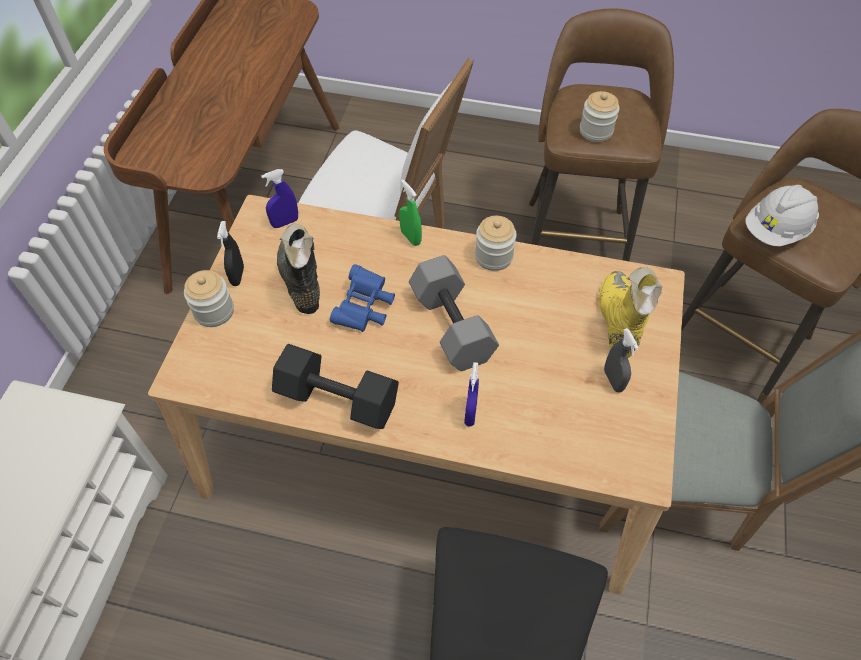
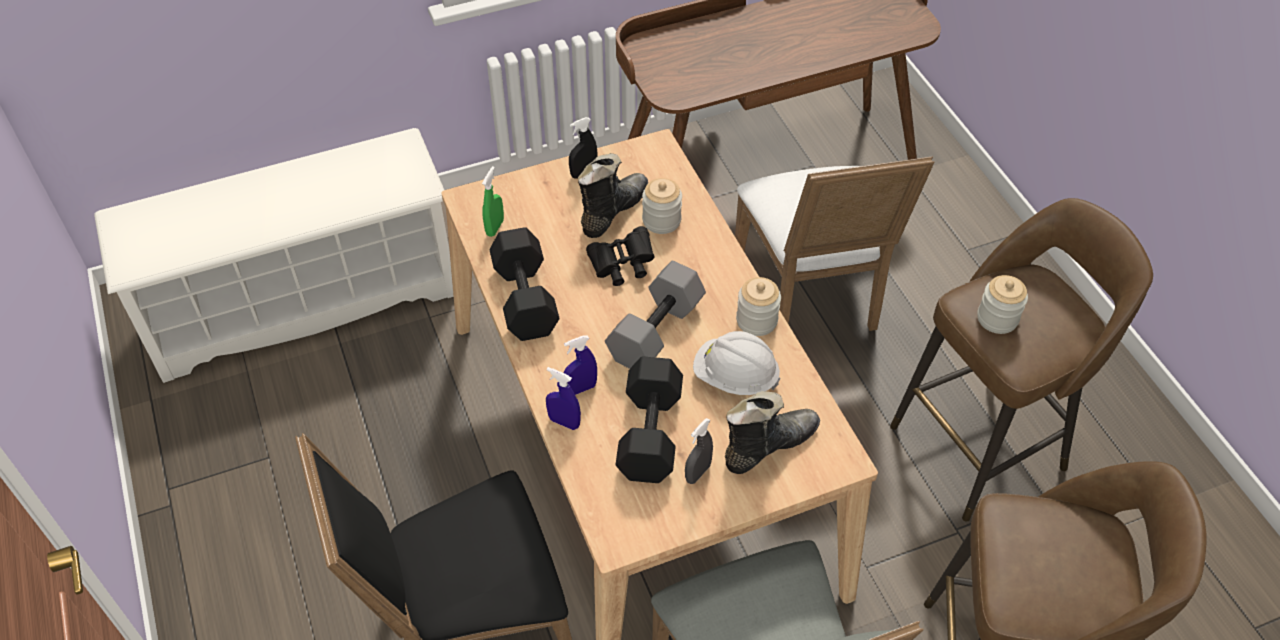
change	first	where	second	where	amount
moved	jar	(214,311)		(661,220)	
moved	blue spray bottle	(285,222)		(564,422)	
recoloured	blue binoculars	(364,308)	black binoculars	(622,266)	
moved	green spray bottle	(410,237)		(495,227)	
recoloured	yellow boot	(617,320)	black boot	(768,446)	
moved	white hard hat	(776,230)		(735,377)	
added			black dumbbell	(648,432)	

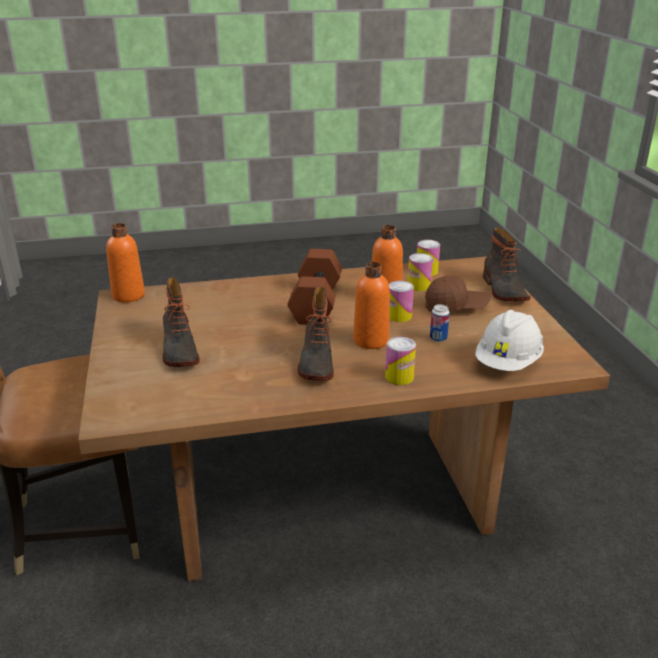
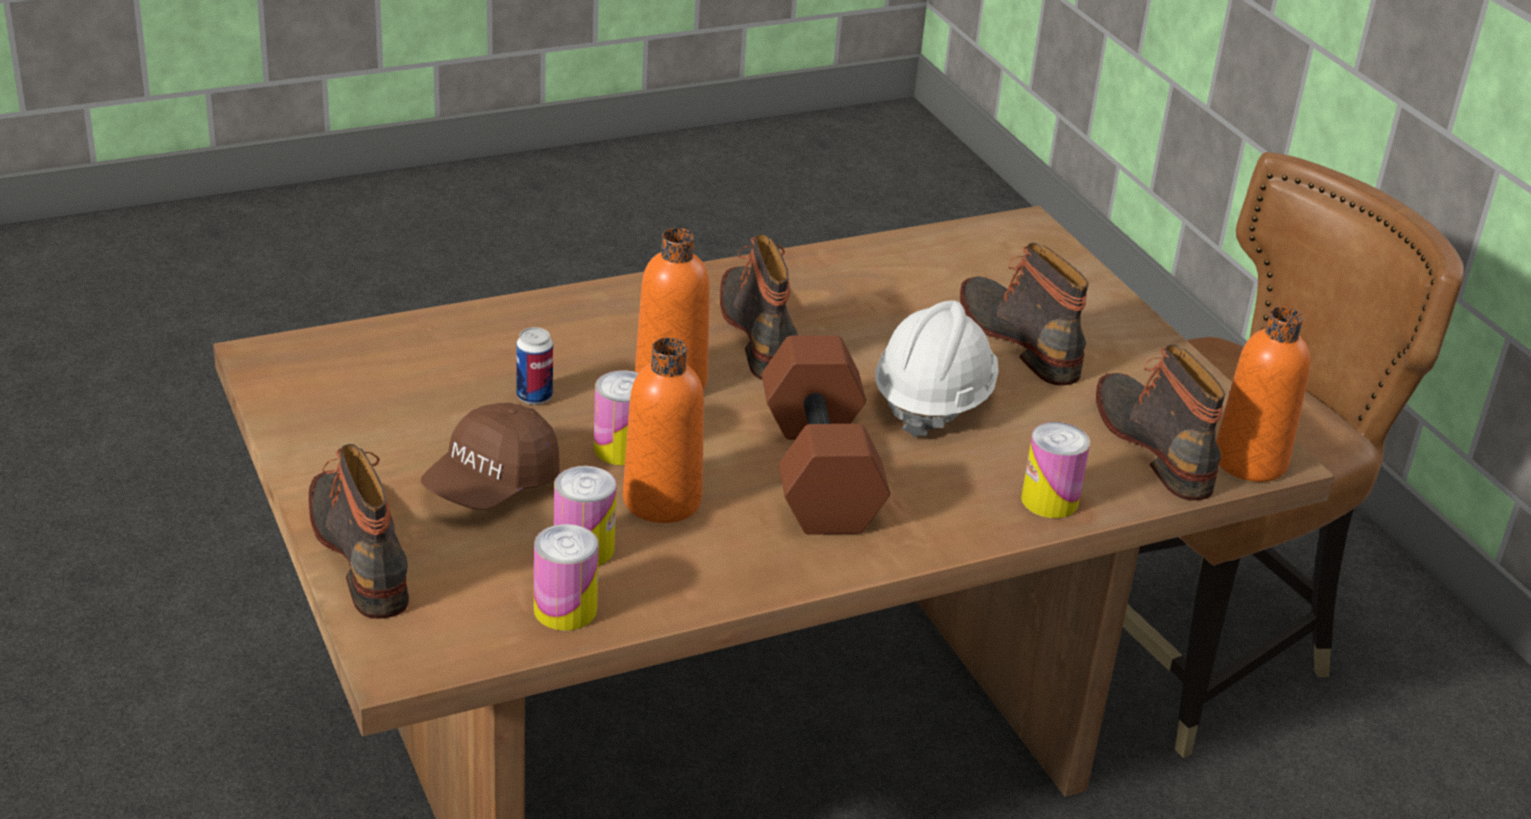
change	first	where	second	where	amount
moved	can	(399,377)		(1049,500)	
turned	brown cap	(456,307)		(491,484)	45 degrees counterclockwise
moved	white hard hat	(508,363)		(932,400)	
added			boot	(1156,445)	

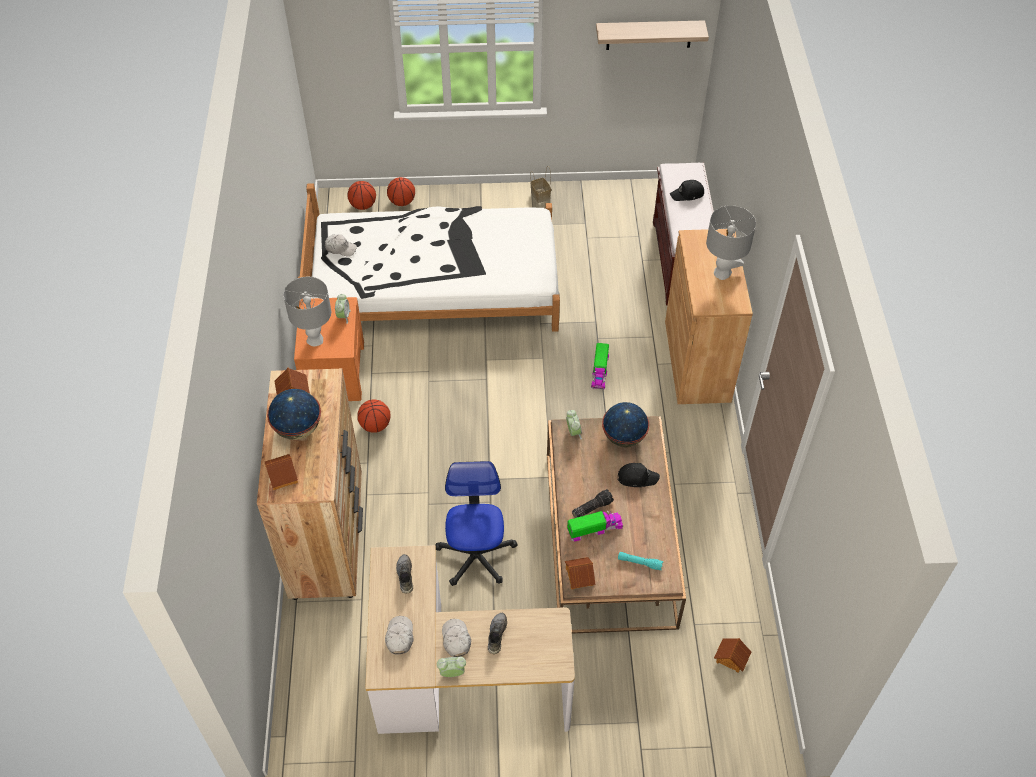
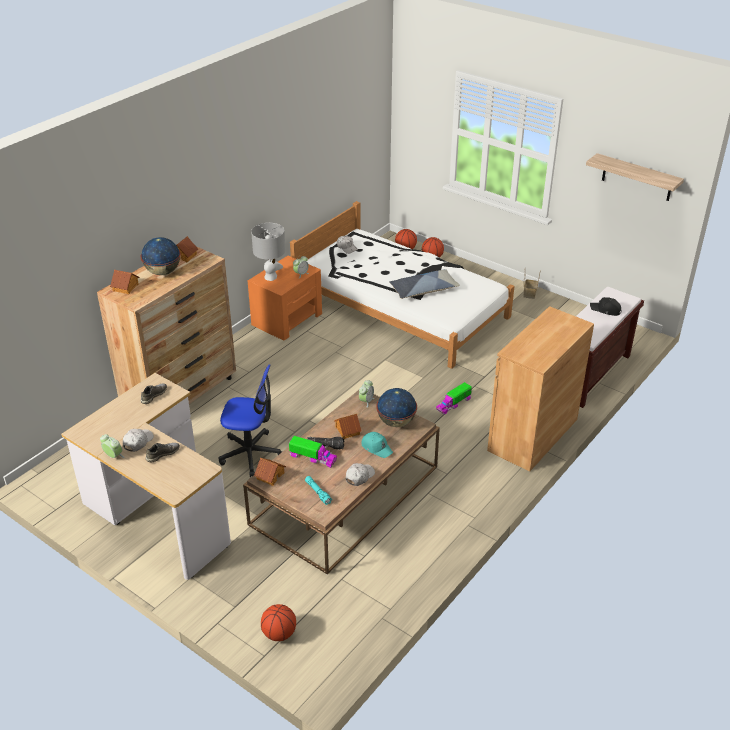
change	first	where	second	where	amount
moved	basketball	(375,425)		(279,634)	
moved	white cap	(399,637)		(359,476)	
turned	office chair	(476,555)		(251,453)	60 degrees clockwise
recoloured	black cap	(637,477)	turquoise cap	(377,447)	
removed	grey table lamp	(722,273)			
moved	toy house	(731,658)		(347,430)	
added			pillow	(423,290)	

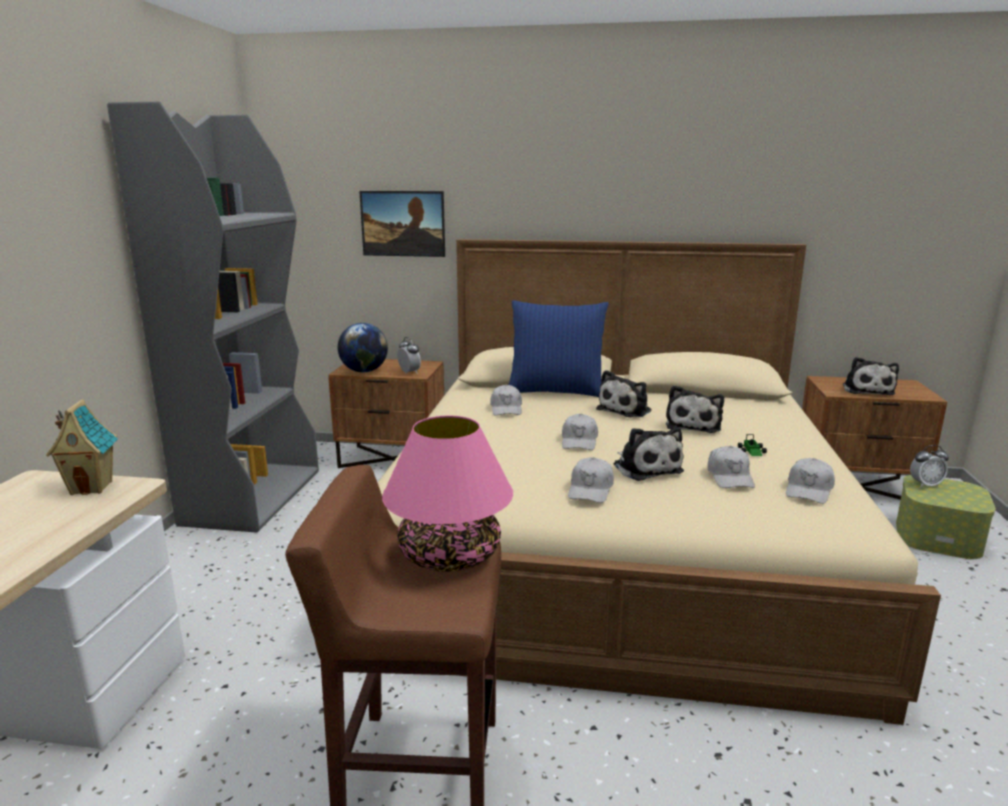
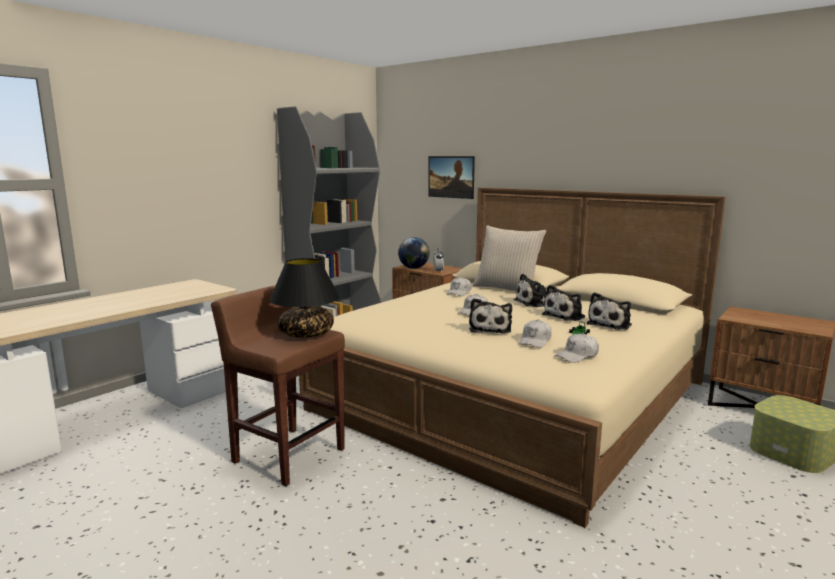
change	first	where	second	where	amount
removed	toy house	(92,487)			
recoloured	pink table lamp	(449,555)	black table lamp	(306,333)	
recoloured	blue pillow	(556,391)	beige pillow	(507,289)	
removed	white cap	(590,489)			
moved	plush toy	(867,390)		(610,324)	
removed	alarm clock	(925,485)			

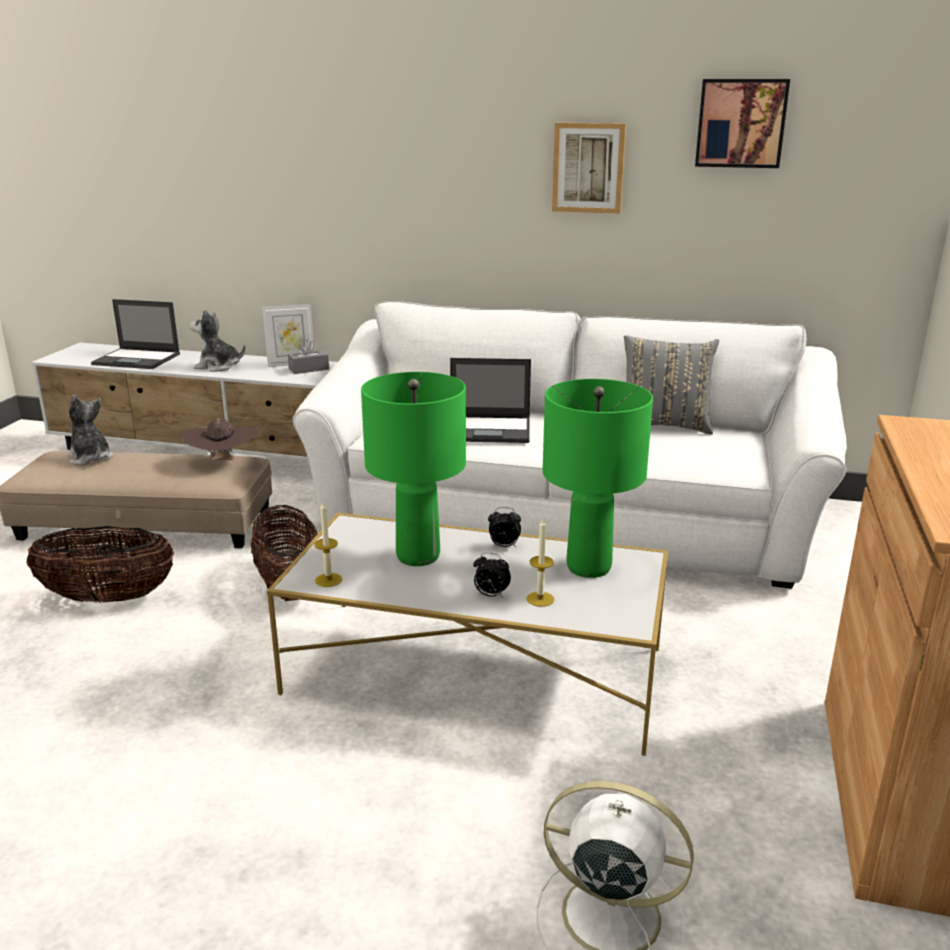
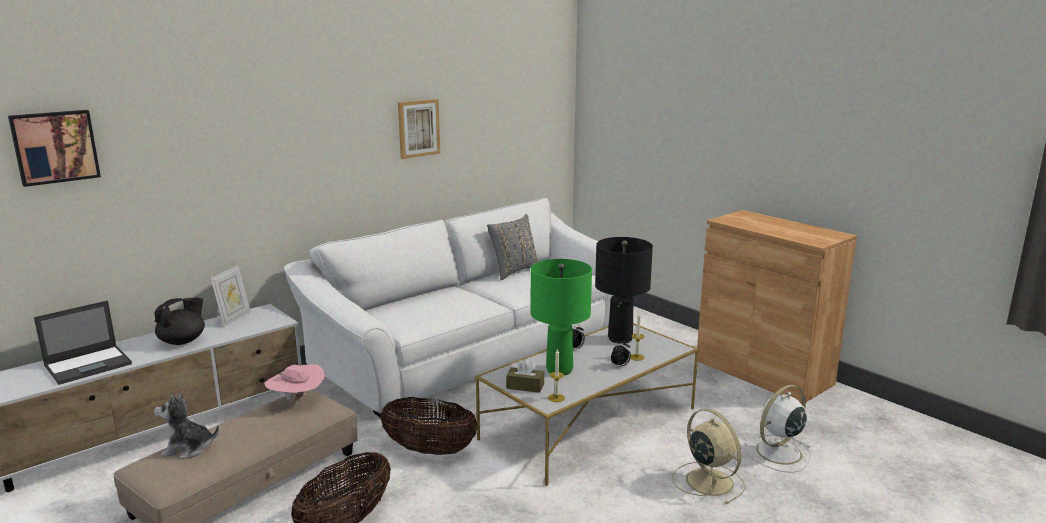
change	first	where	second	where	amount
recoloured	brown hat	(223,462)	pink hat	(297,400)	
replaced	plush toy	(218,366)	black teapot	(183,341)	
removed	grey tissue box	(309,369)			
removed	laptop	(490,430)			
recoloured	green table lamp	(588,567)	black table lamp	(620,339)	
moved	picture	(741,123)		(55,147)	
added			brown tissue box	(525,386)	
added			beige fan	(707,481)	

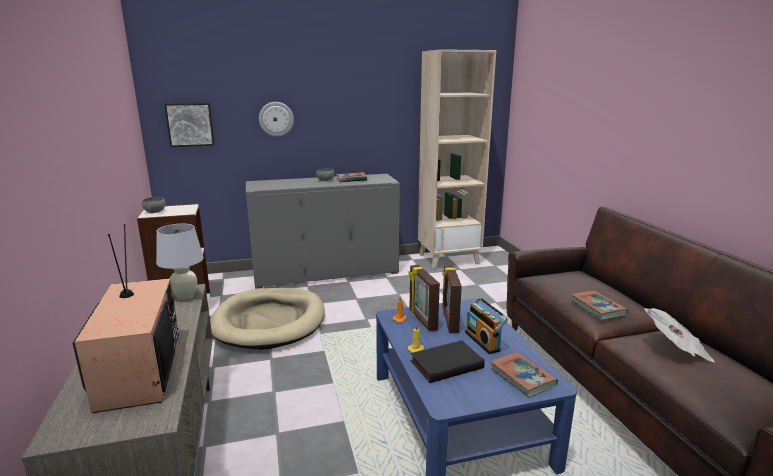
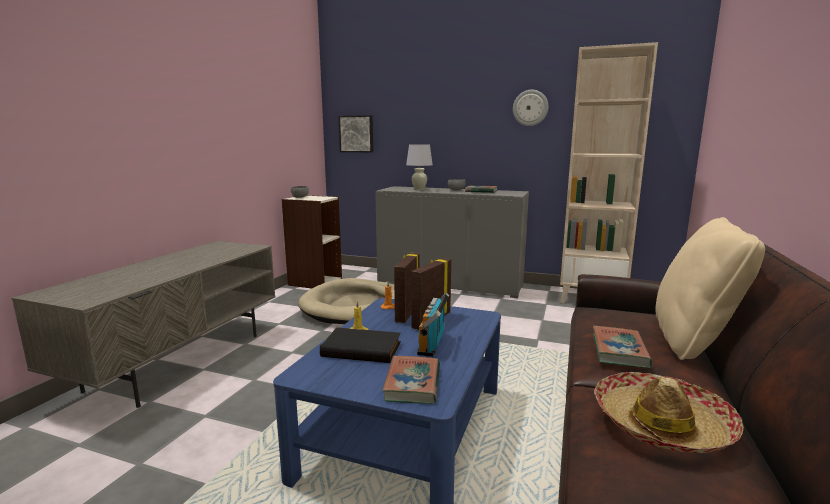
change	first	where	second	where	amount
removed	television	(138,369)			
moved	white table lamp	(185,296)		(419,189)	
moved	wall clock	(276,119)		(530,108)	
replaced	newspaper	(676,349)	hat	(660,424)	
added			beige pillow	(693,340)	

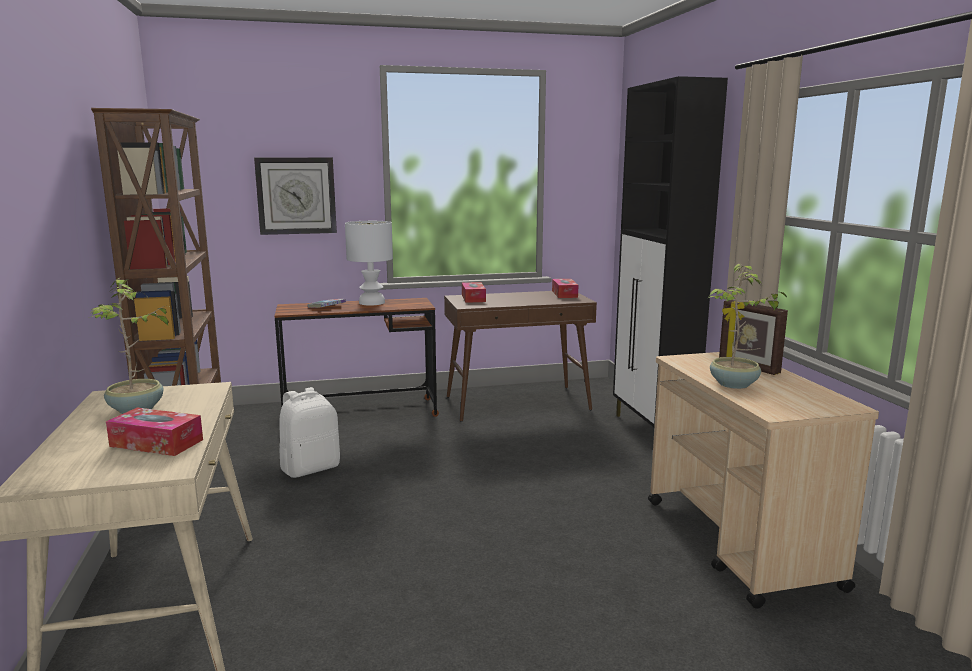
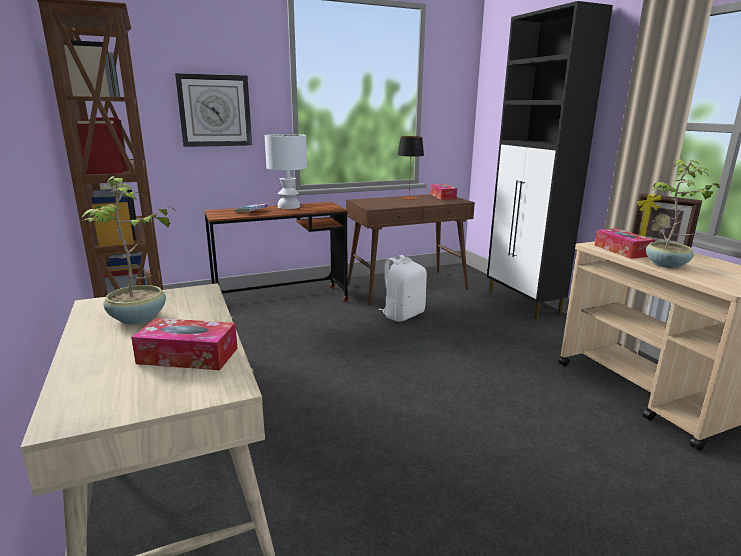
change	first	where	second	where	amount
moved	white backpack	(311,468)		(403,315)	
moved	tissue box	(473,298)		(622,250)	
added			table lamp	(409,198)	

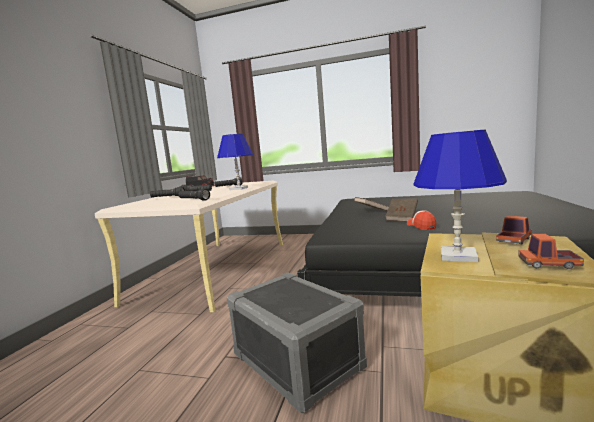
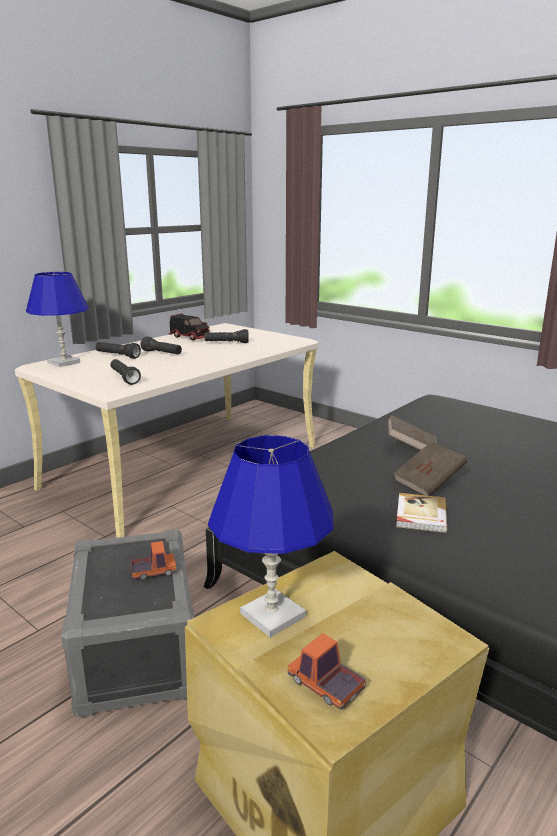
change	first	where	second	where	amount
moved	blue table lamp	(239,188)		(64,362)	
replaced	cap	(421,226)	book	(420,515)	
moved	toy truck	(513,240)		(153,571)	

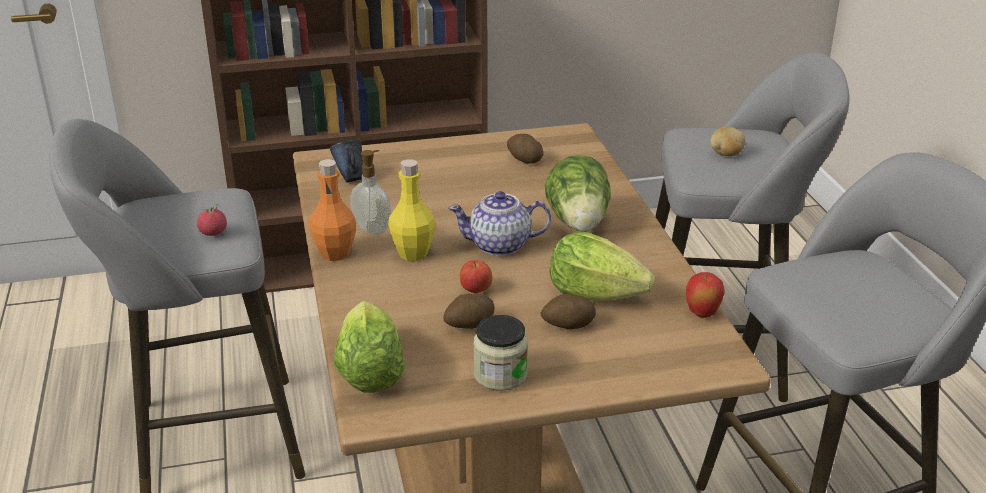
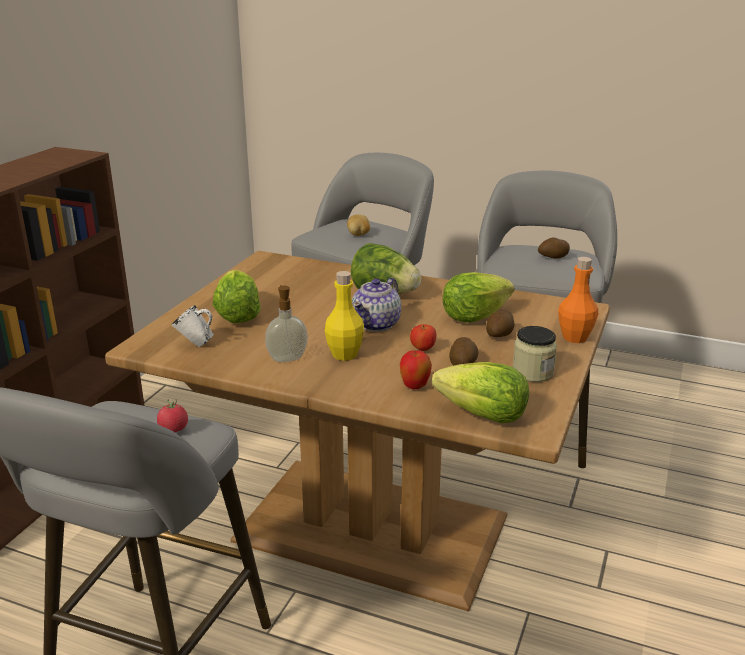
change	first	where	second	where	amount
moved	orange bottle	(335,253)		(575,337)	
recoloured	blue mug	(350,178)	white mug	(195,344)	
moved	potato	(524,159)		(552,257)	
moved	apple	(702,314)		(414,387)	
added			lettuce	(237,316)	

